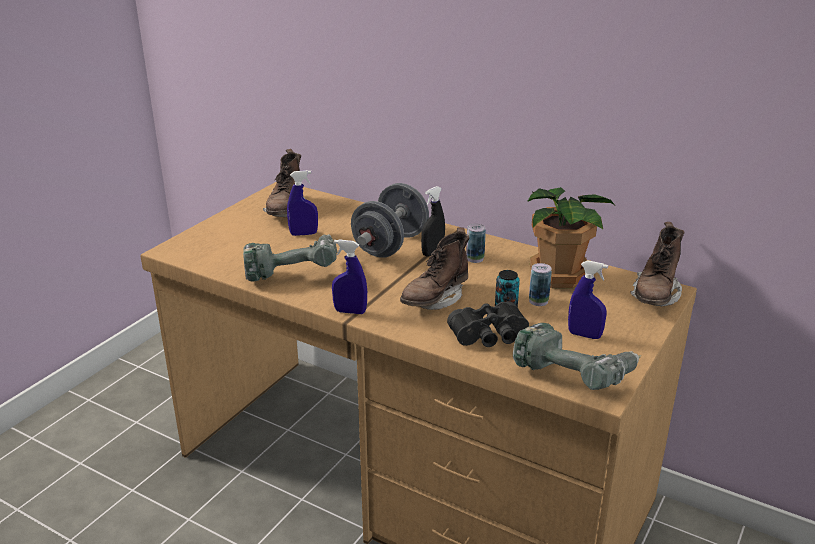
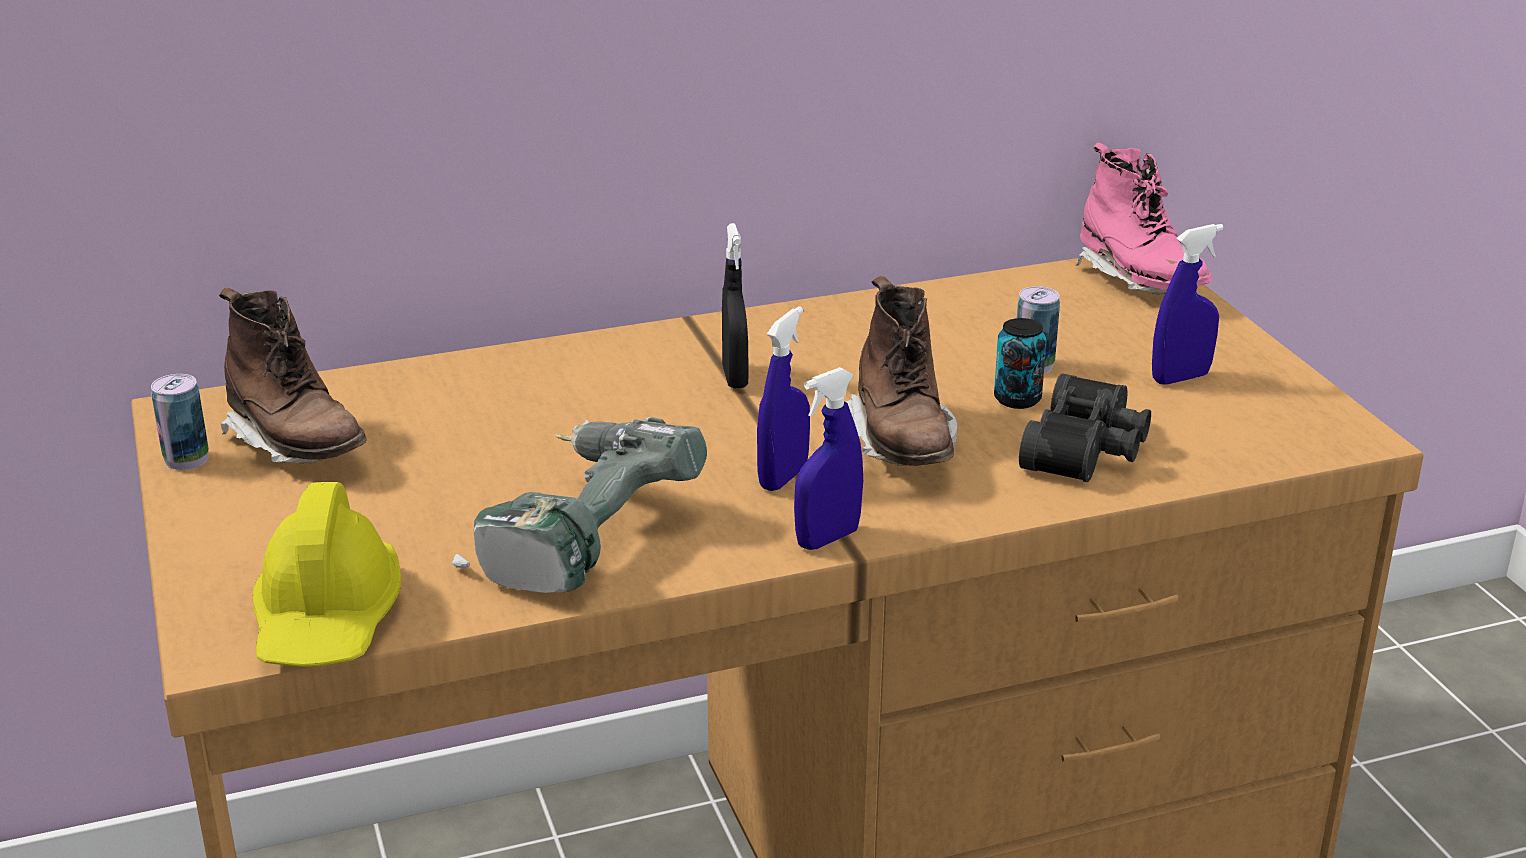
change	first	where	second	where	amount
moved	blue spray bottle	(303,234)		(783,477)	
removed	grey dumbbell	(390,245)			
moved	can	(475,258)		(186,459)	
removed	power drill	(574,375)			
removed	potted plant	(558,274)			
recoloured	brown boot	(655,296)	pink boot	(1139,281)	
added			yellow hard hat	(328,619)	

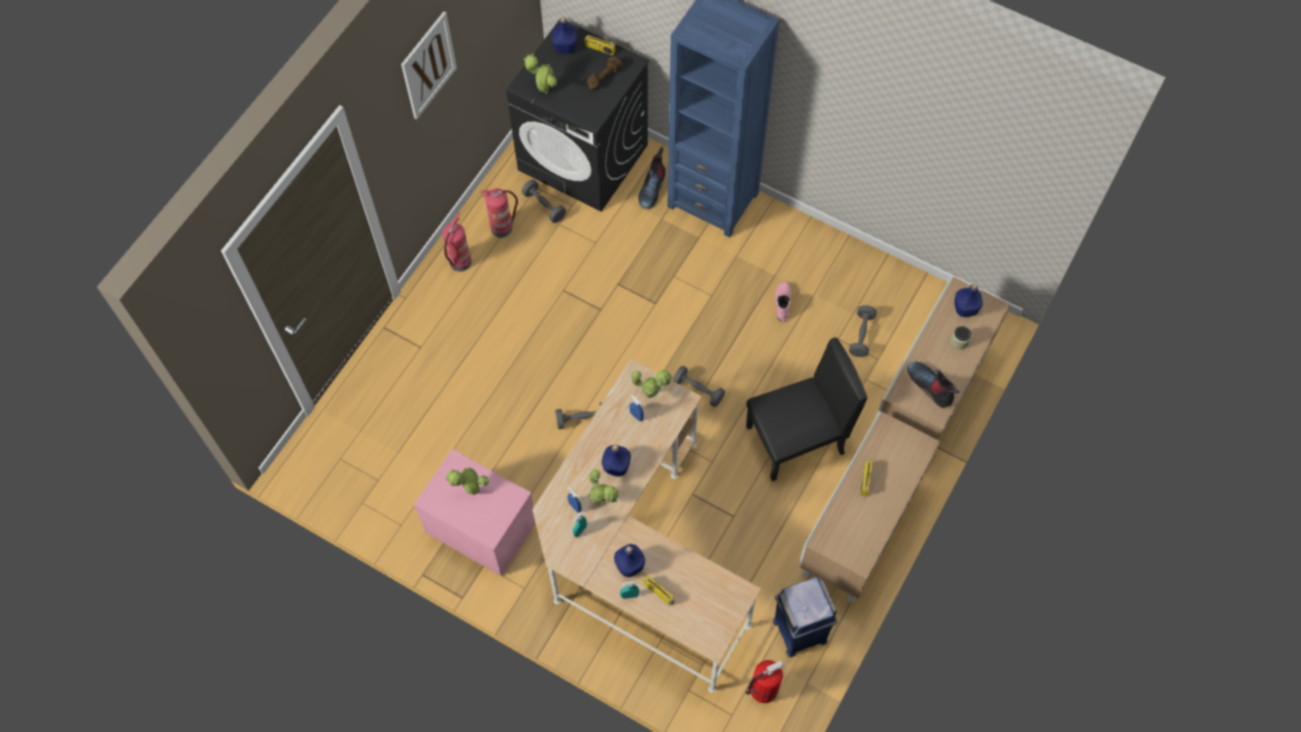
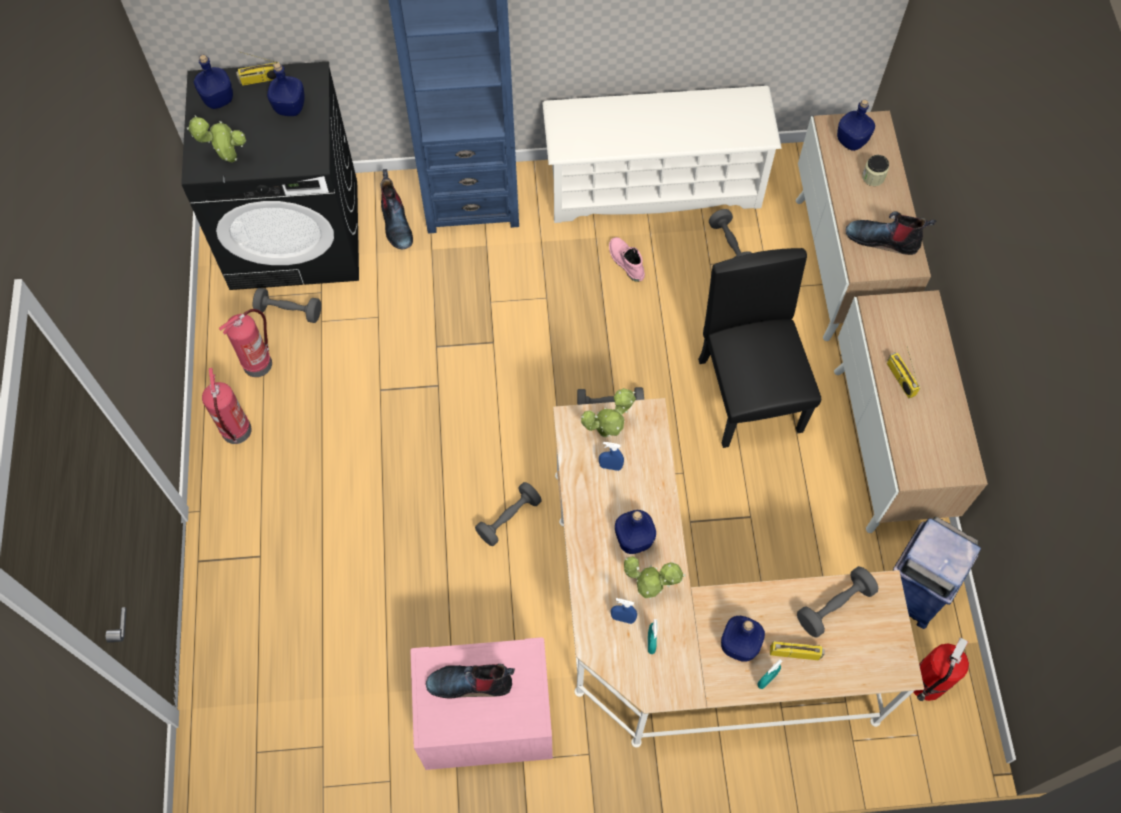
change	first	where	second	where	amount
removed	picture	(428,65)			
replaced	potted plant	(471,490)	boot	(471,682)	
replaced	brown dumbbell	(604,77)	blue bottle	(290,107)	
turned	black chair	(795,441)		(750,395)	45 degrees counterclockwise
added			white shoe rack	(654,186)	
added			grey dumbbell	(834,606)	

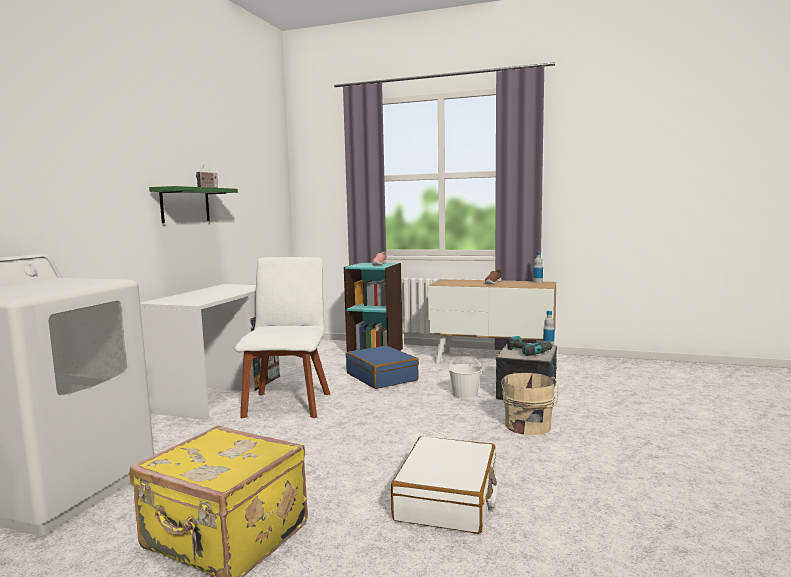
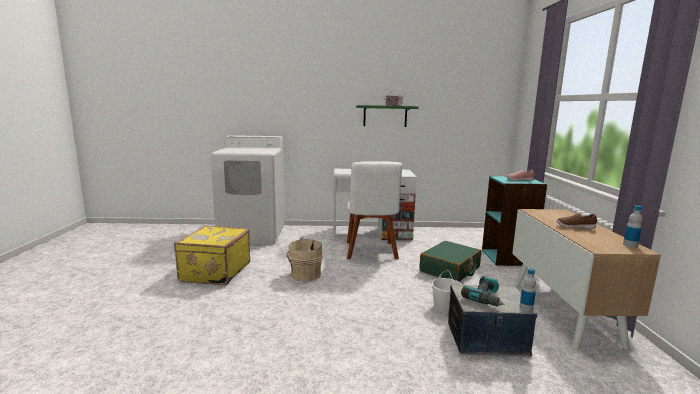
change	first	where	second	where	amount
turned	white chair	(288,403)		(371,252)	105 degrees clockwise
recoloured	blue suitcase	(382,377)	green suitcase	(450,269)	
removed	white suitcase	(448,499)			
moved	beige bucket	(528,426)		(304,275)	

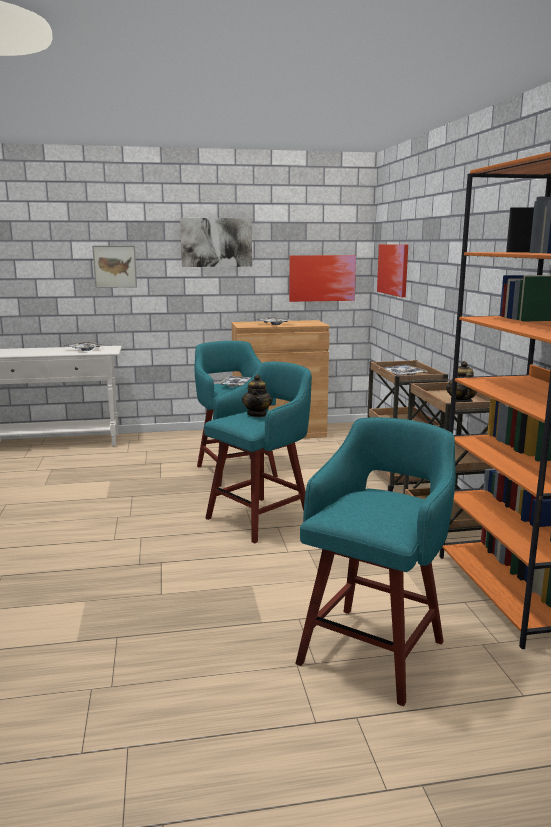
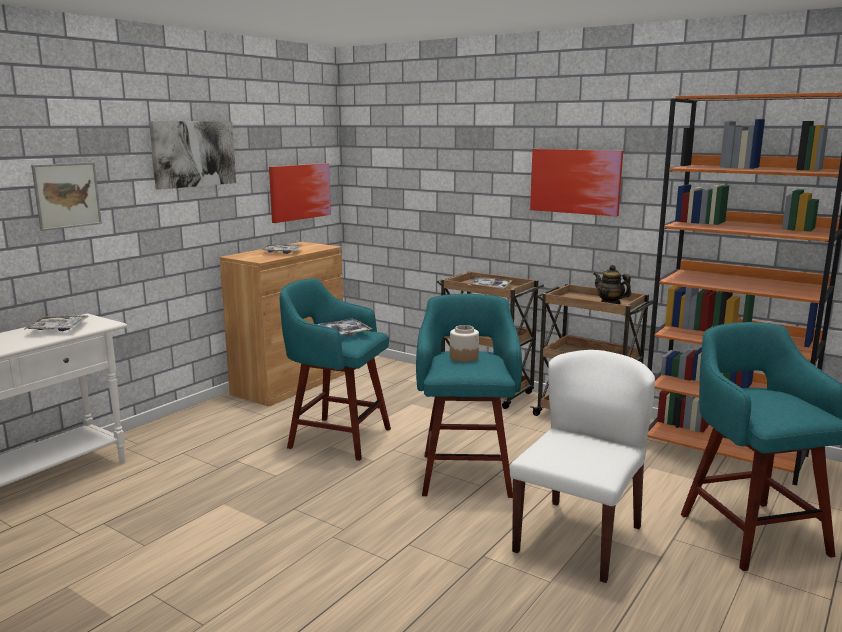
change	first	where	second	where	amount
replaced	teapot	(257,414)	jar	(464,357)	
moved	picture	(393,269)		(575,181)	
added			white chair	(578,538)	

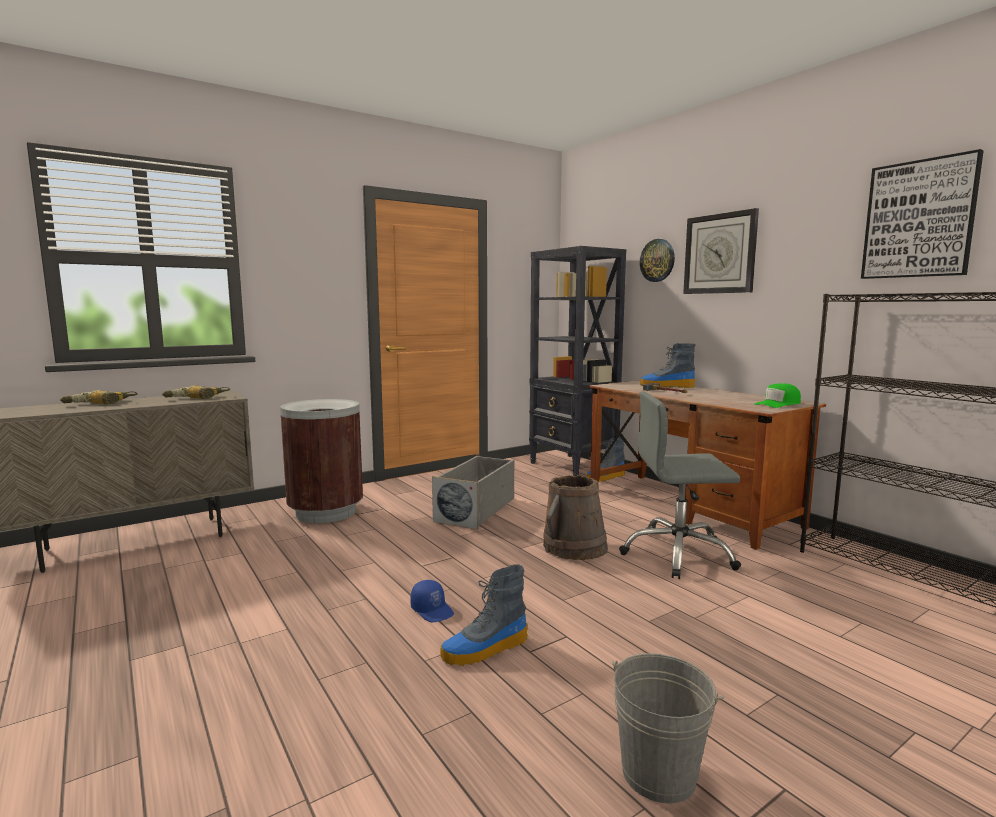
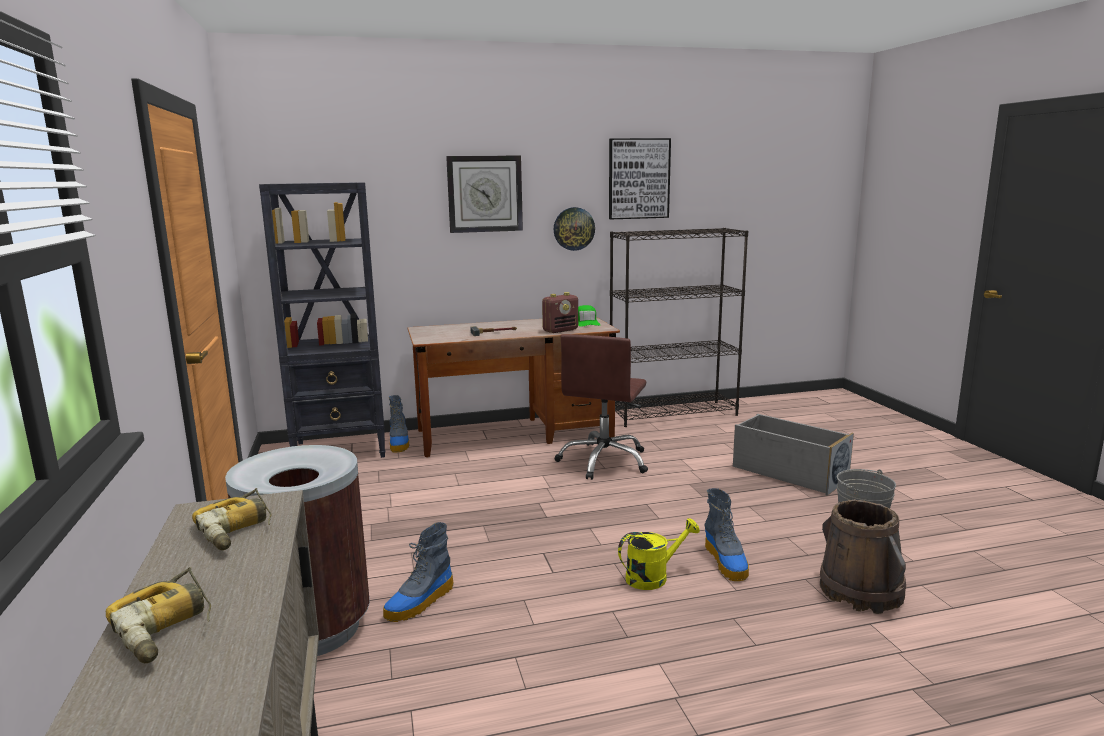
change	first	where	second	where	amount
replaced	blue cap	(433,610)	yellow watering can	(653,577)	
moved	grey storage box	(476,509)		(788,473)	
moved	brown bucket	(574,548)		(860,591)	
recoloured	grey office chair	(678,554)	brown office chair	(604,461)	
moved	wall clock	(657,260)		(574,228)	
moved	boot	(666,386)		(420,602)	
added			radio	(560,330)	

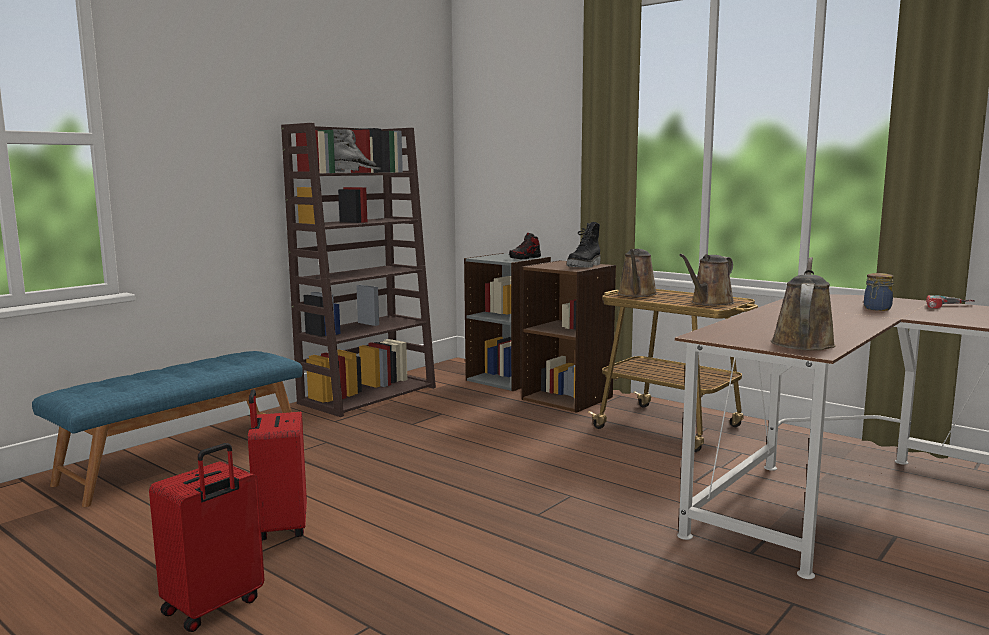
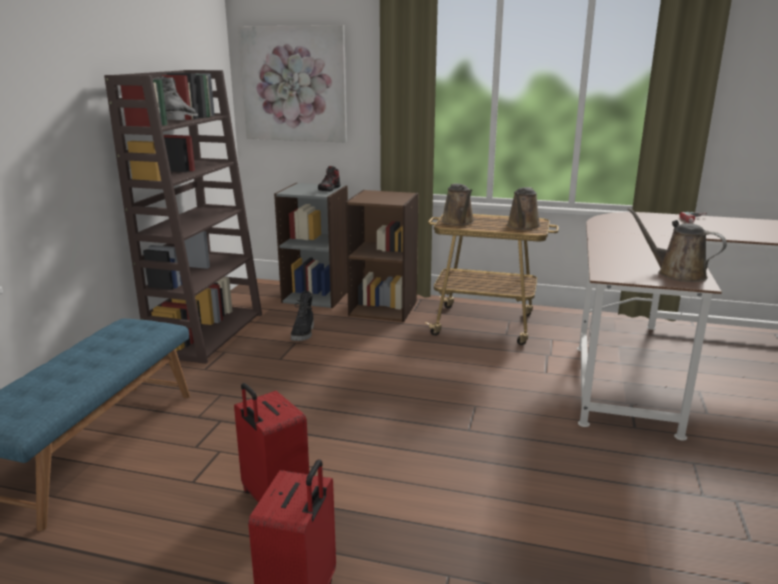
change	first	where	second	where	amount
moved	black boot	(585,266)		(304,333)	
turned	brown watering can	(802,342)		(676,274)	45 degrees counterclockwise
removed	jar	(876,309)			
added			picture	(294,84)	

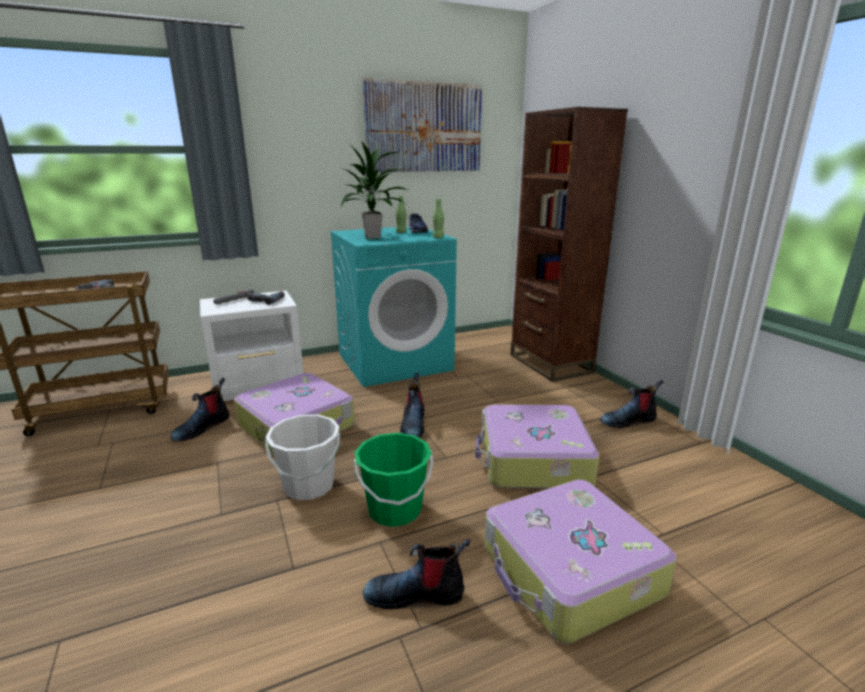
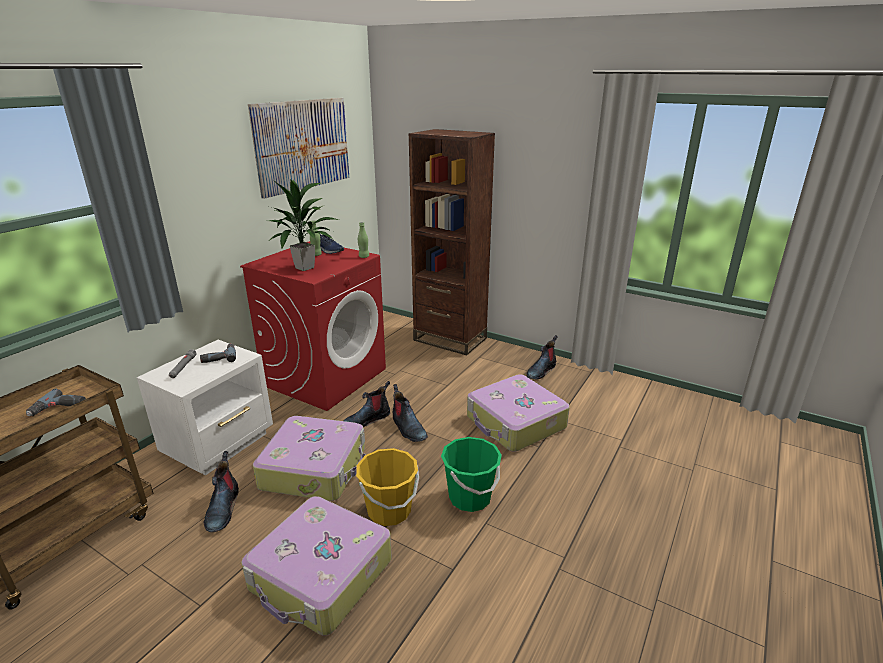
change	first	where	second	where	amount
recoloured	white bucket	(308,486)	yellow bucket	(389,511)	
recoloured	turquoise washing machine	(395,362)	red washing machine	(325,377)	
moved	boot	(416,594)		(367,420)	
moved	suitcase	(570,572)		(321,575)	

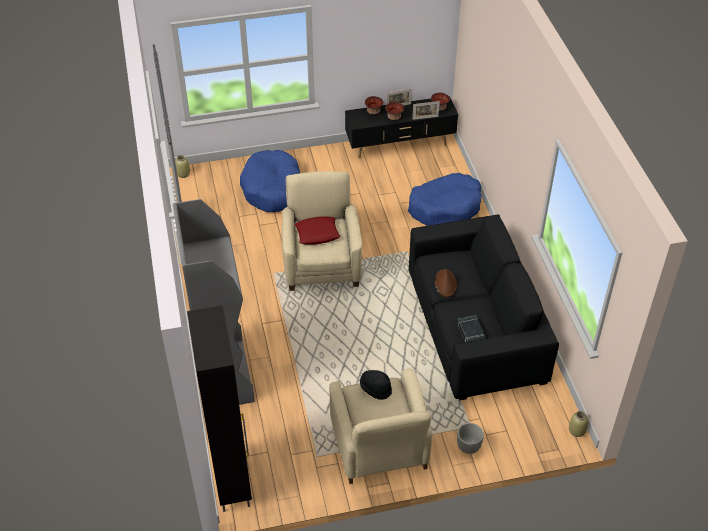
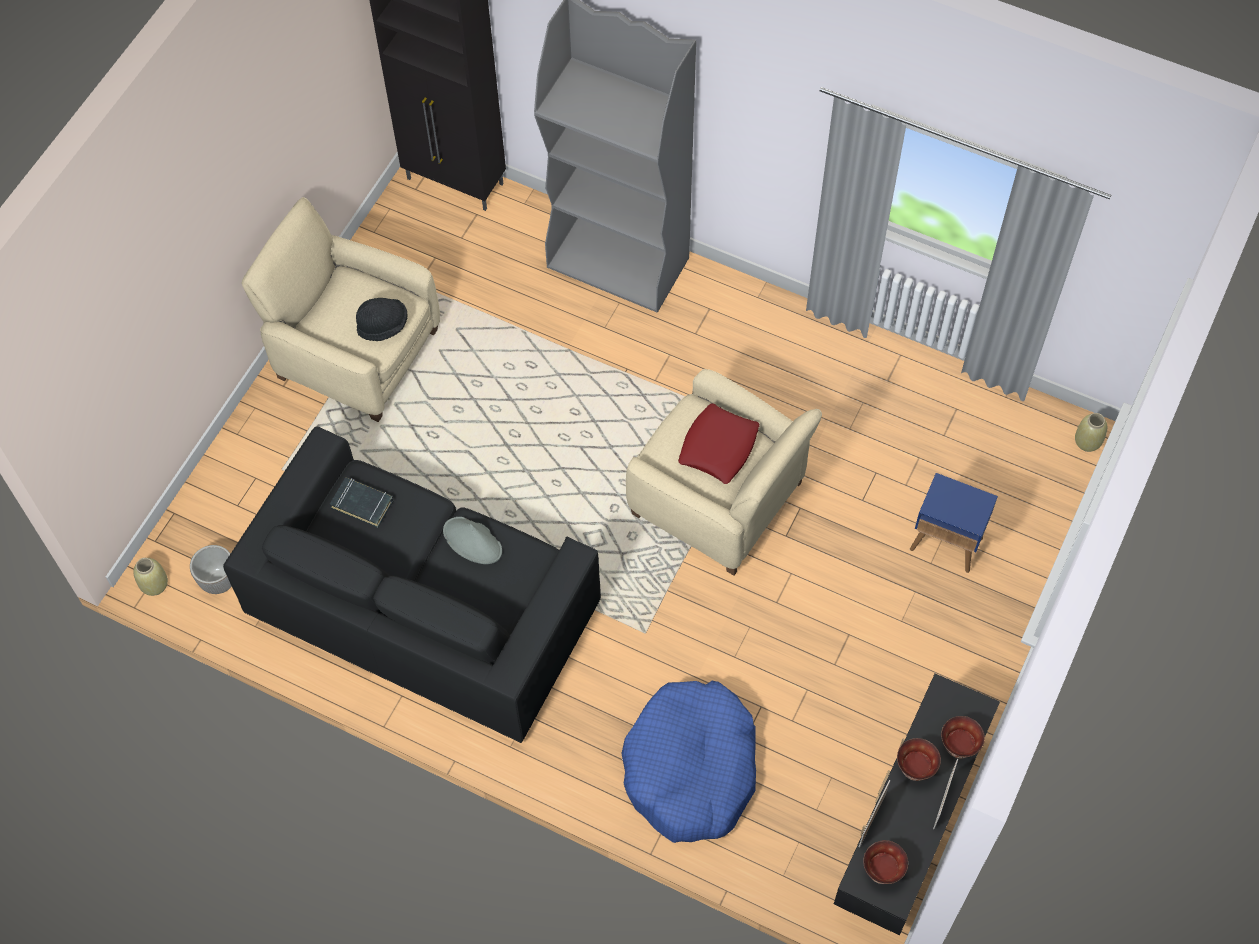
change	first	where	second	where	amount
replaced	blue dog bed	(273,189)	blue side table	(947,544)	
recoloured	brown hat	(445,283)	grey hat	(473,541)	
moved	planter	(468,447)		(218,581)	

